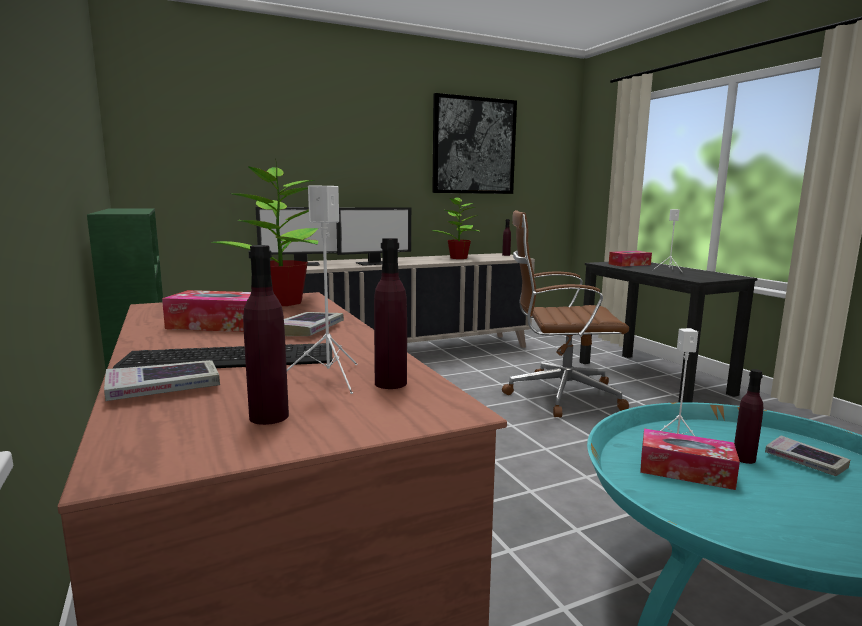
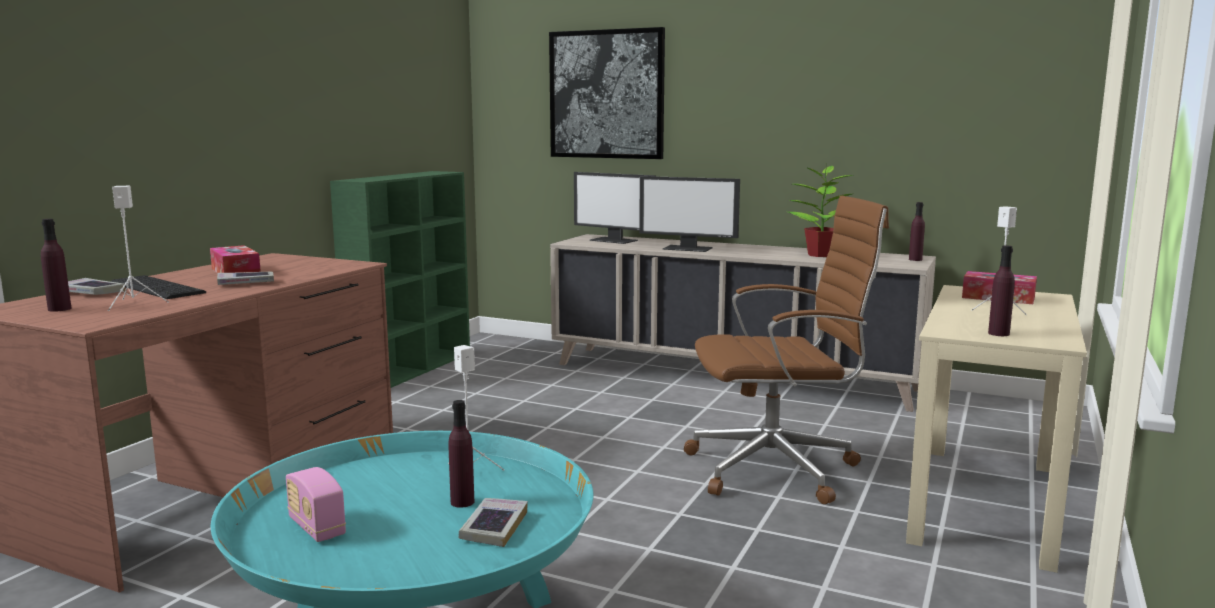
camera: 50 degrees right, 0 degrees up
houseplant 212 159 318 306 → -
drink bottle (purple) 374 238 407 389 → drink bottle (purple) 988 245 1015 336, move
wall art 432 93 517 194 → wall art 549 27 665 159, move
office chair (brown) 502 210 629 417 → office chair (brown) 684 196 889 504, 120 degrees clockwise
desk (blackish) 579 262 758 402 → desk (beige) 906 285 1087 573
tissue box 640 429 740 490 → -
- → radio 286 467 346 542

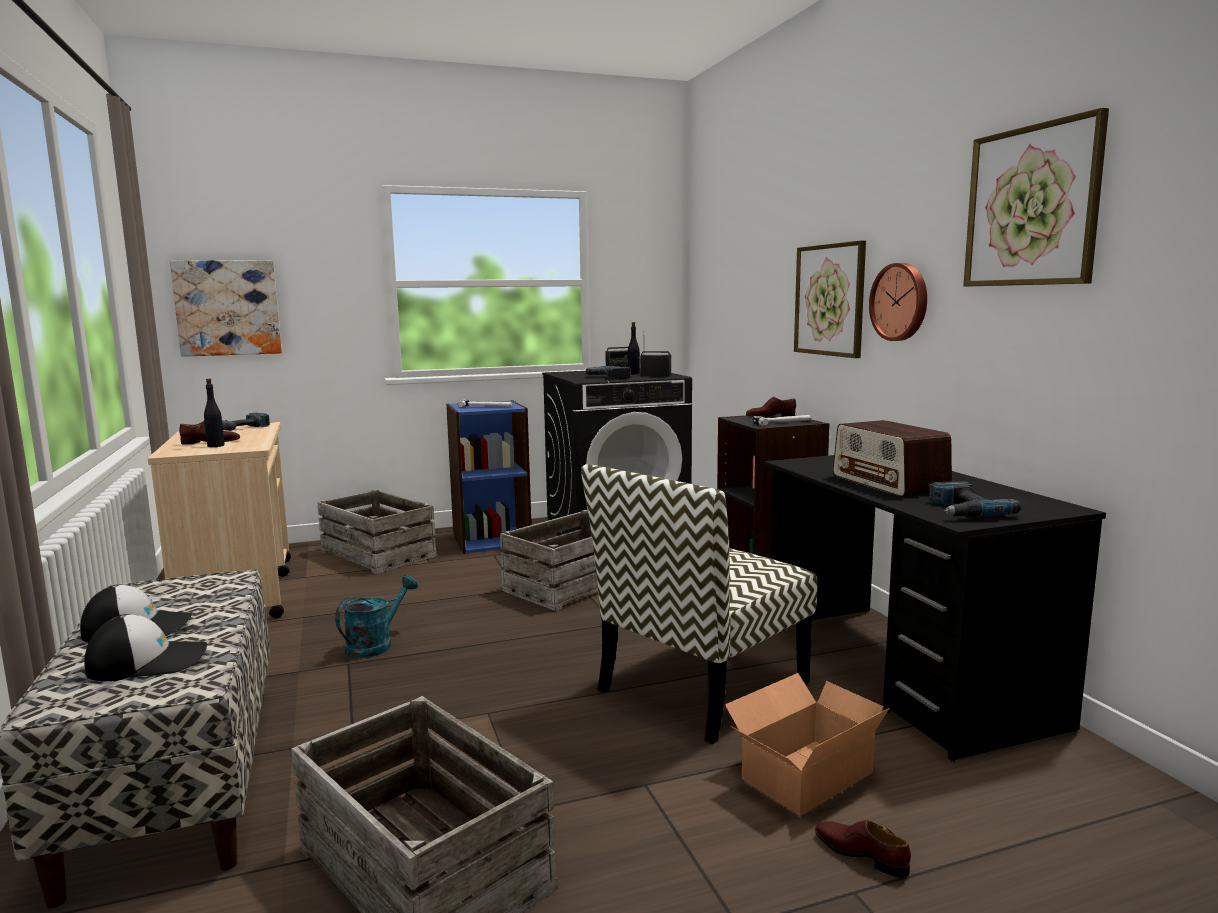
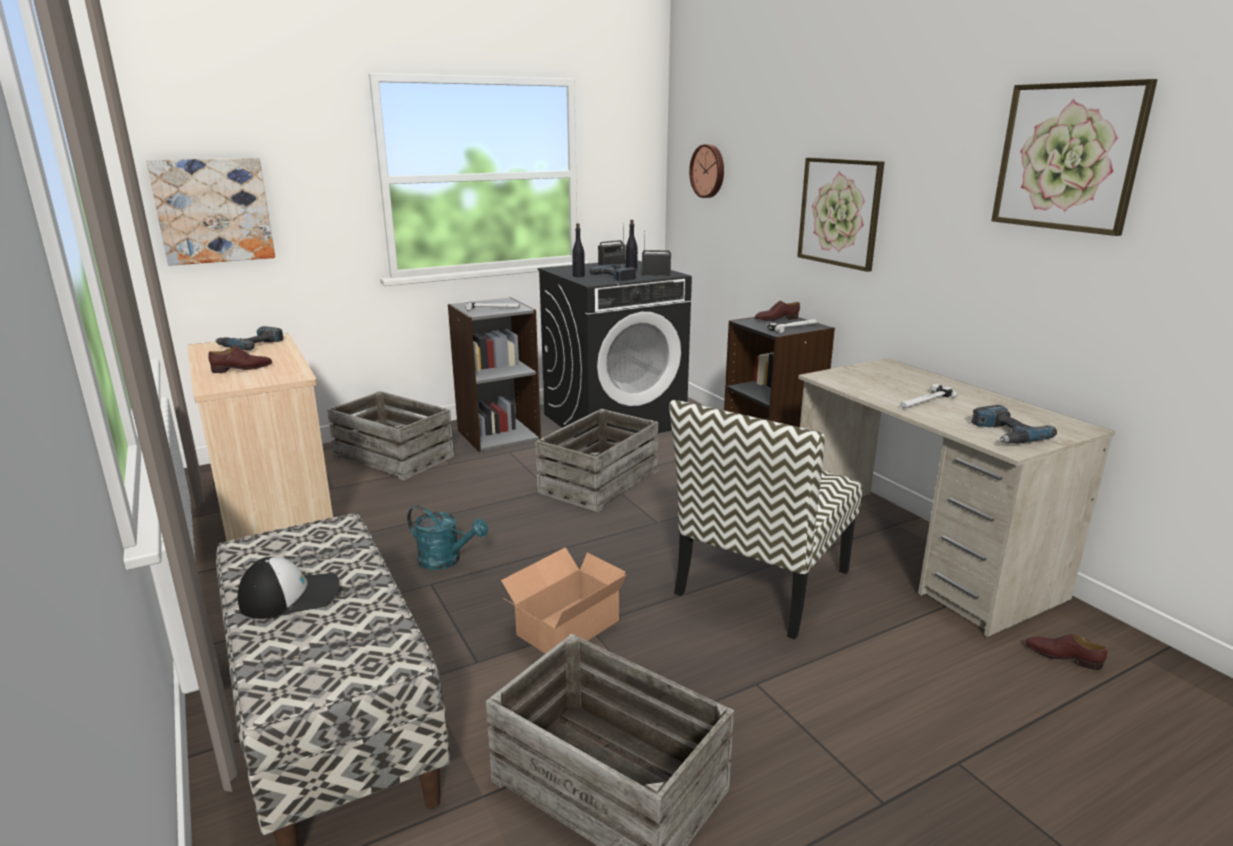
camera: 10 degrees left, 10 degrees up
peaked cap 84 614 207 681 → -
drink bottle (blackish) 204 379 225 447 → drink bottle (blackish) 572 223 585 277, move
sprinkling can (blue-green) 335 575 418 658 → sprinkling can (blue-green) 407 505 488 570, 90 degrees clockwise
shelving unit (blue) 446 400 532 554 → shelving unit (gray) 448 297 541 452
packing box 725 673 890 816 → packing box 501 547 627 654, move
desk (blackish) 764 455 1106 761 → desk (beige) 798 358 1115 637
shoe (brown) 815 820 911 878 → shoe (brown) 1025 634 1107 670, move
radio 833 420 952 497 → hammer 900 384 958 408
hanging clock 869 263 927 341 → hanging clock 689 144 724 198, move

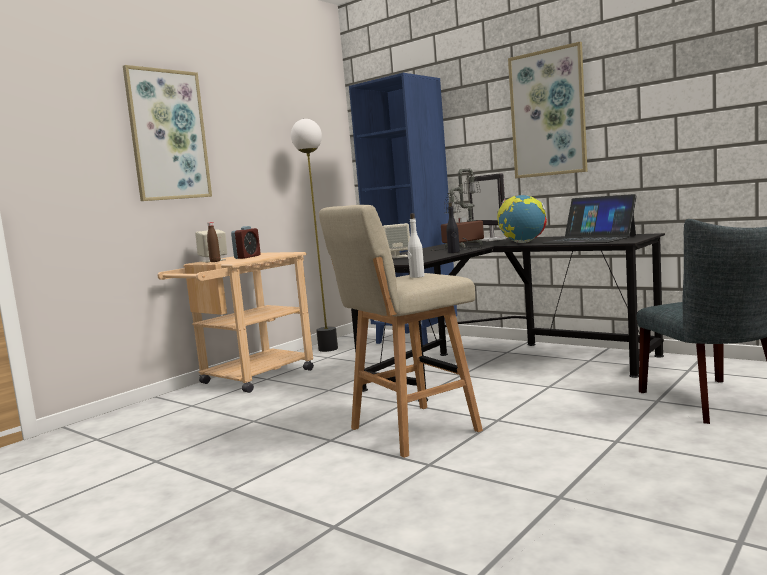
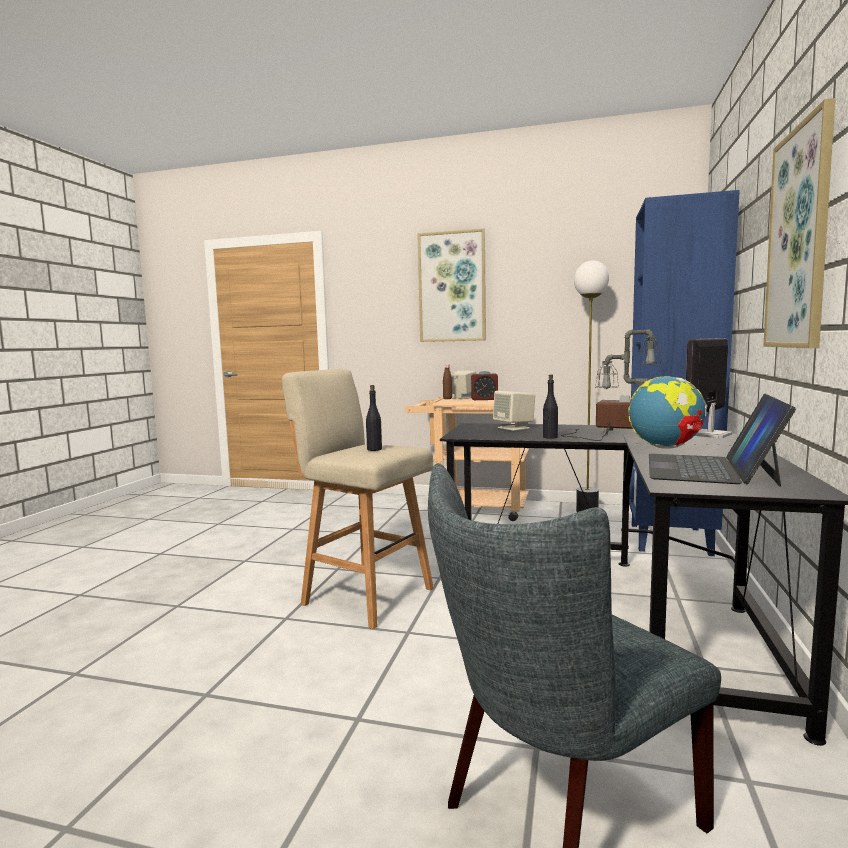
camera: 65 degrees right, 0 degrees up
drink bottle (whitish) 408 213 425 278 → drink bottle (blackish) 366 385 382 451

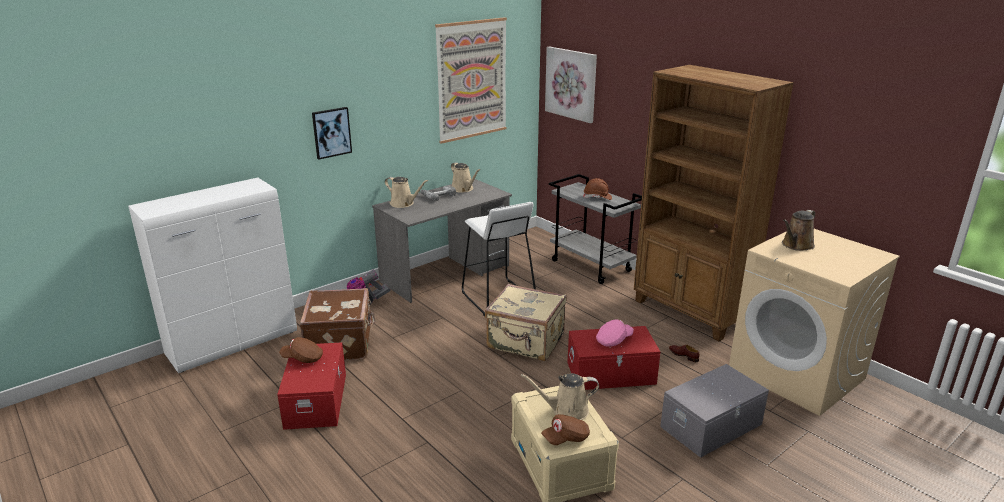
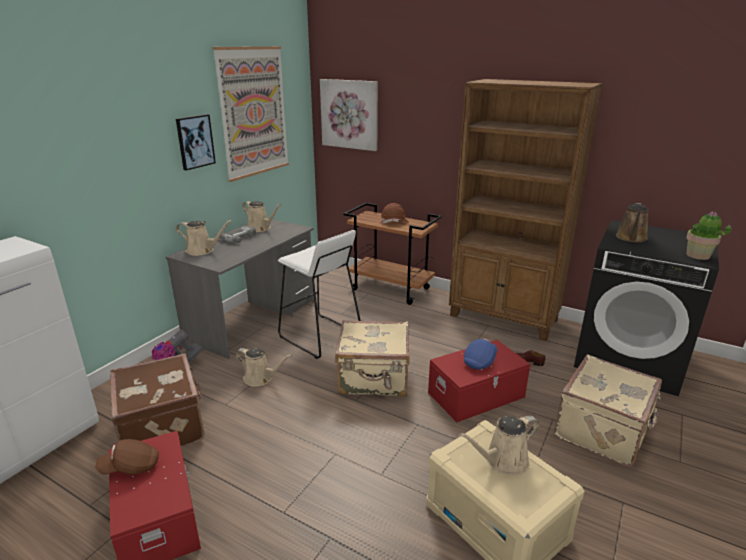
camera: 20 degrees left, 0 degrees up
wall art 312 107 352 160 → wall art 176 114 216 171, move
peaked cap (brown) 541 414 590 445 → -
wheeled cart (gray) 549 174 642 284 → wheeled cart (brown) 344 203 442 305
peaked cap (pink) 596 319 634 347 → peaked cap (blue) 464 339 497 369
storage container (gray) 660 364 769 458 → travel case (beige) 554 355 662 466
washing machine (beige) 729 229 900 416 → washing machine (blackish) 574 220 719 396
- → sprinkling can (beige) 235 348 292 387
- → houseplant 686 212 731 260

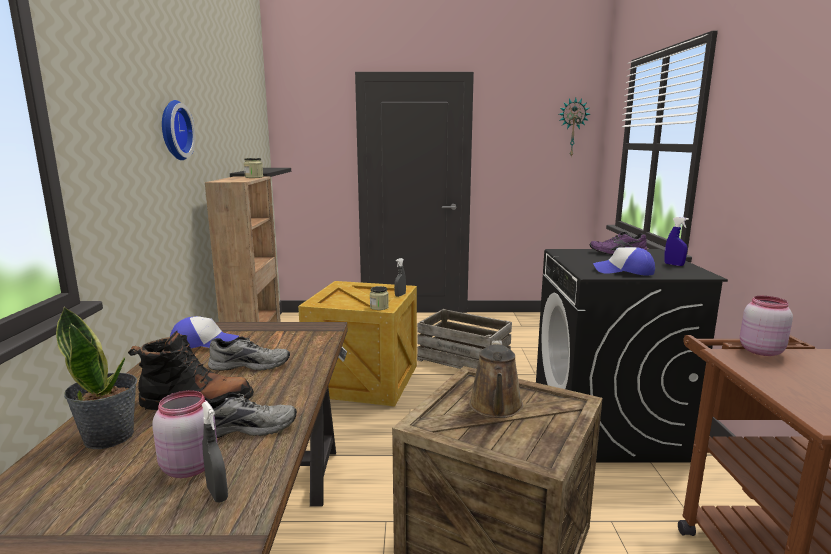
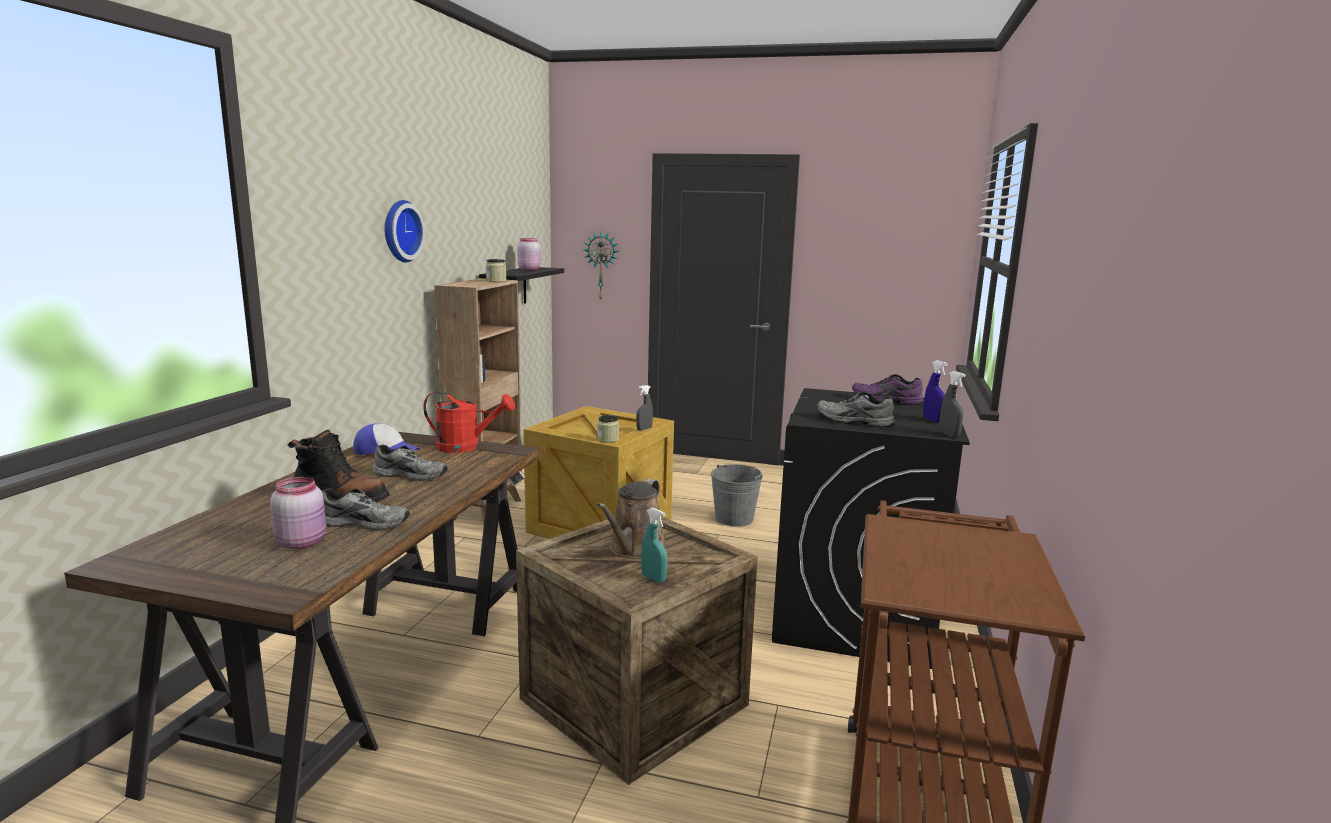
camera: 15 degrees right, 0 degrees up
houseplant 56 306 137 449 → -
sprayer (gray) 202 401 228 503 → sprayer (gray) 939 371 965 437, move
packing crate 417 309 512 369 → bucket (gray) 711 464 763 526
hanging clock 559 98 590 156 → hanging clock 584 231 619 300, move
peaked cap 593 247 655 276 → shoe (gray) 817 392 895 427
storage jar (pink) 740 296 793 356 → storage jar (pink) 517 238 541 270, move
- → sprinkling can (reddish) 423 391 515 453
- → sprayer (blue-green) 641 508 667 583

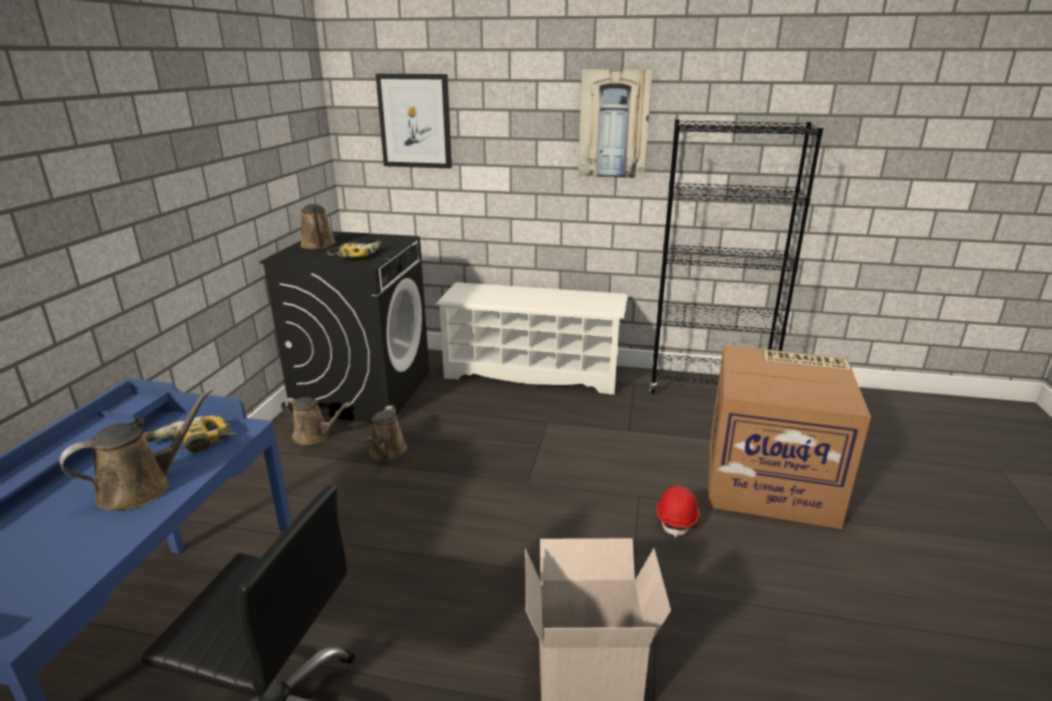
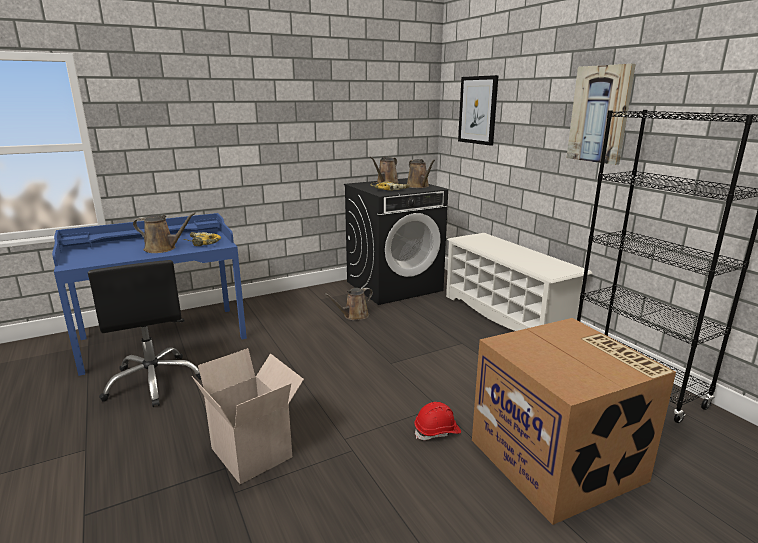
camera: 50 degrees right, 5 degrees down
sprinkling can (brown) 281 397 351 445 → sprinkling can (brown) 407 159 435 188, move

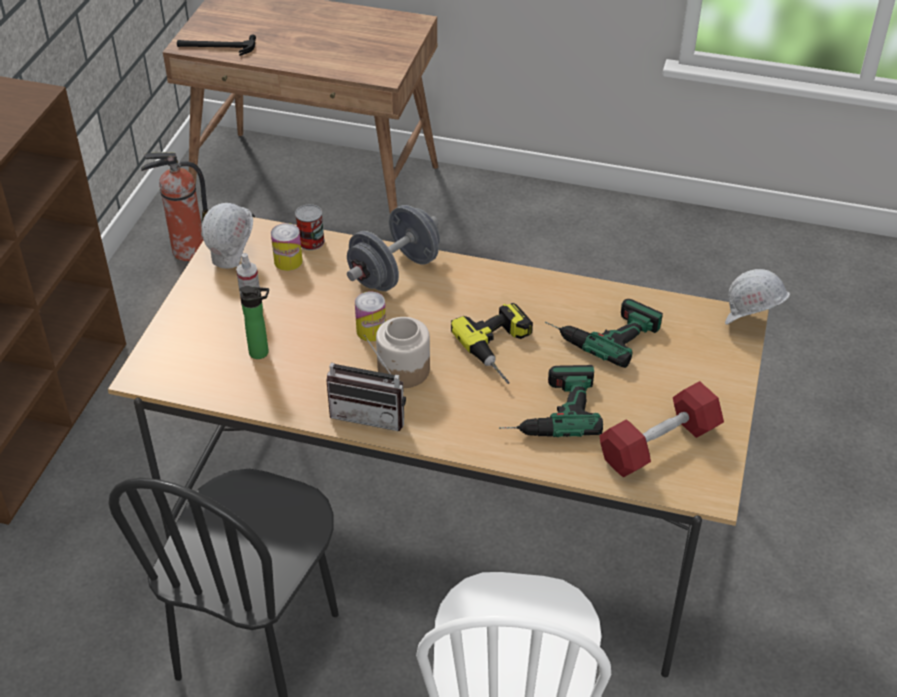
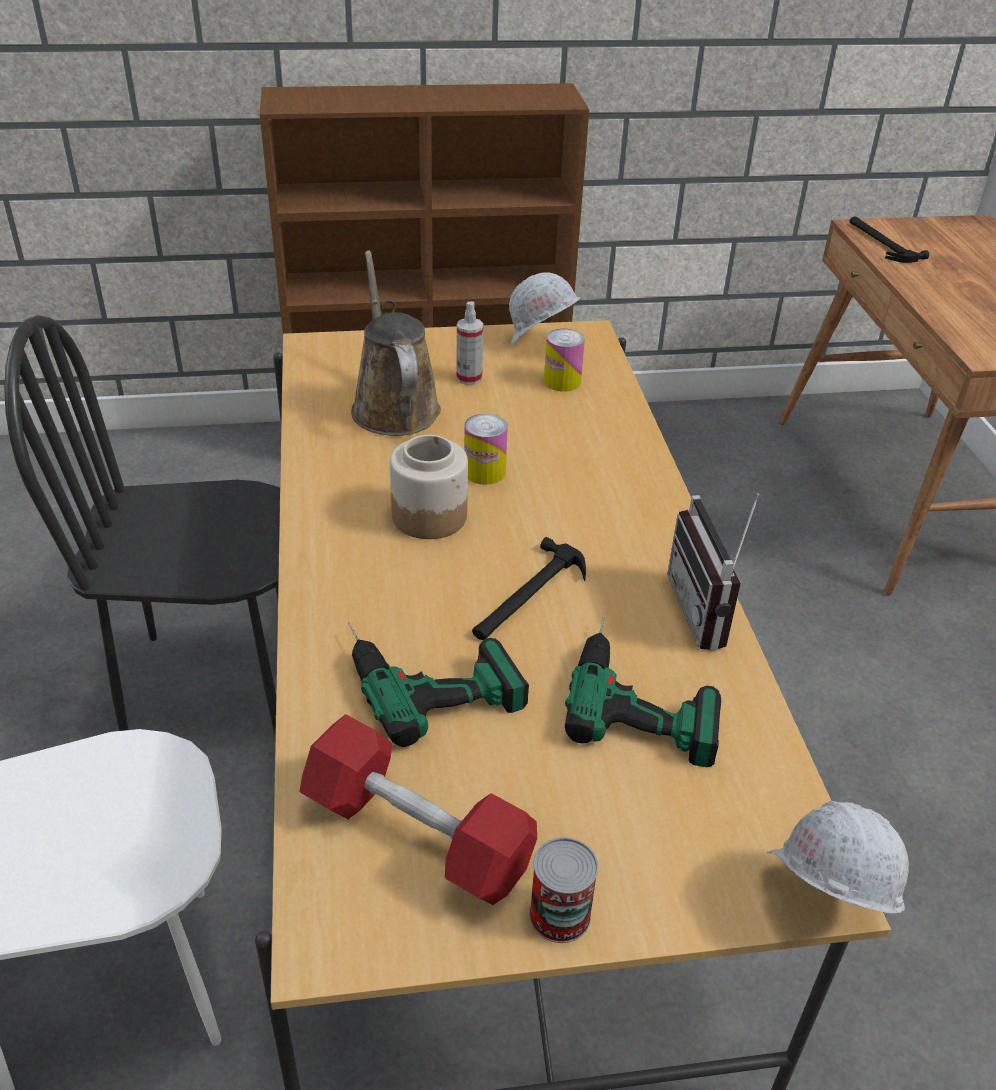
camera: 65 degrees right, 5 degrees down
fire-fighting cylinder 141 152 208 261 → -
drink bottle 239 286 269 359 → sprinkling can (brown) 351 250 441 436
metal can 295 204 325 250 → metal can 529 837 598 943, move
radio 326 335 406 431 → radio 667 493 759 651, move
hand weight (gray) 347 205 440 291 → -
drill 451 303 533 384 → hammer 472 537 586 640

